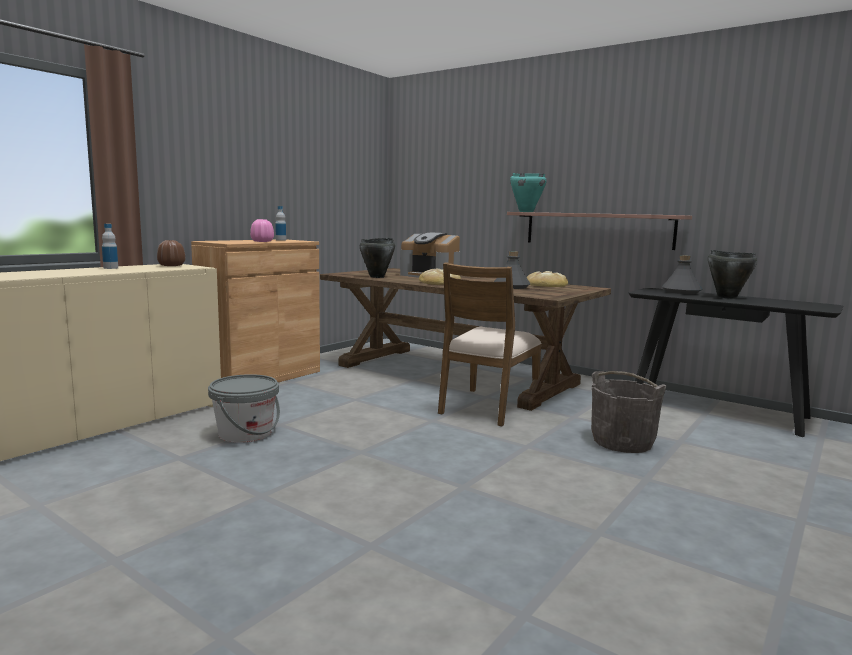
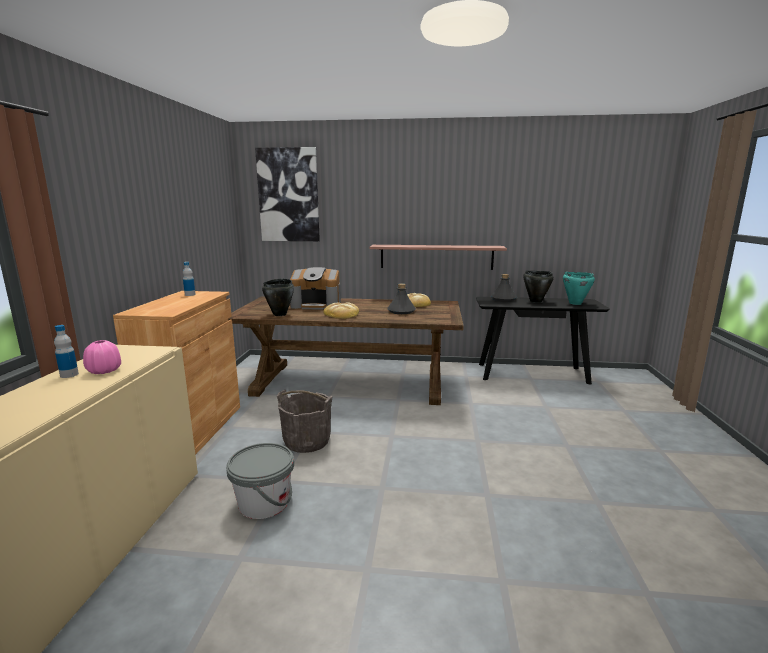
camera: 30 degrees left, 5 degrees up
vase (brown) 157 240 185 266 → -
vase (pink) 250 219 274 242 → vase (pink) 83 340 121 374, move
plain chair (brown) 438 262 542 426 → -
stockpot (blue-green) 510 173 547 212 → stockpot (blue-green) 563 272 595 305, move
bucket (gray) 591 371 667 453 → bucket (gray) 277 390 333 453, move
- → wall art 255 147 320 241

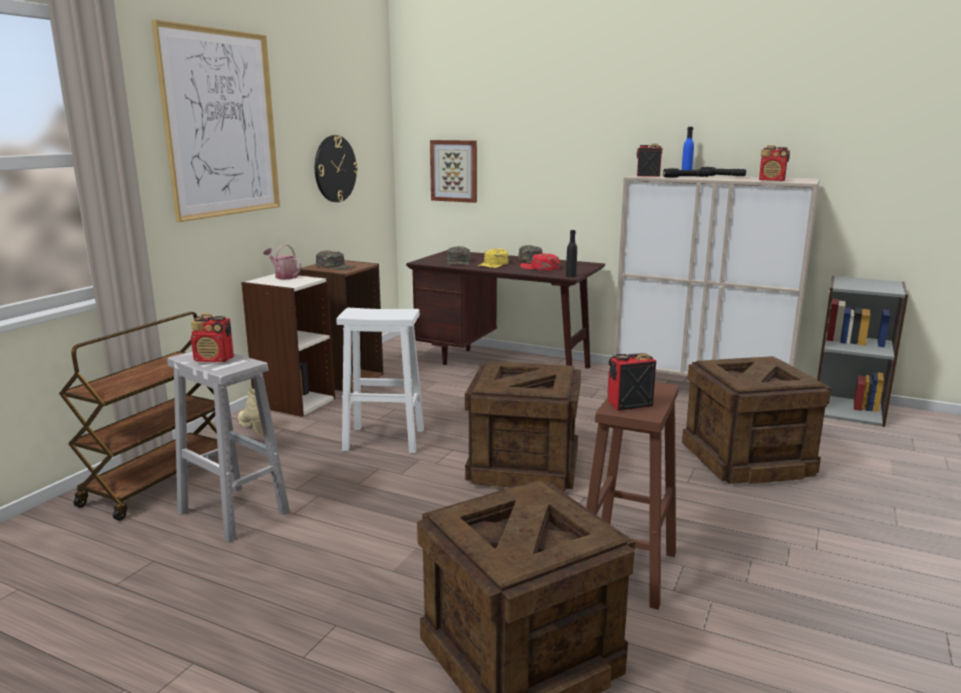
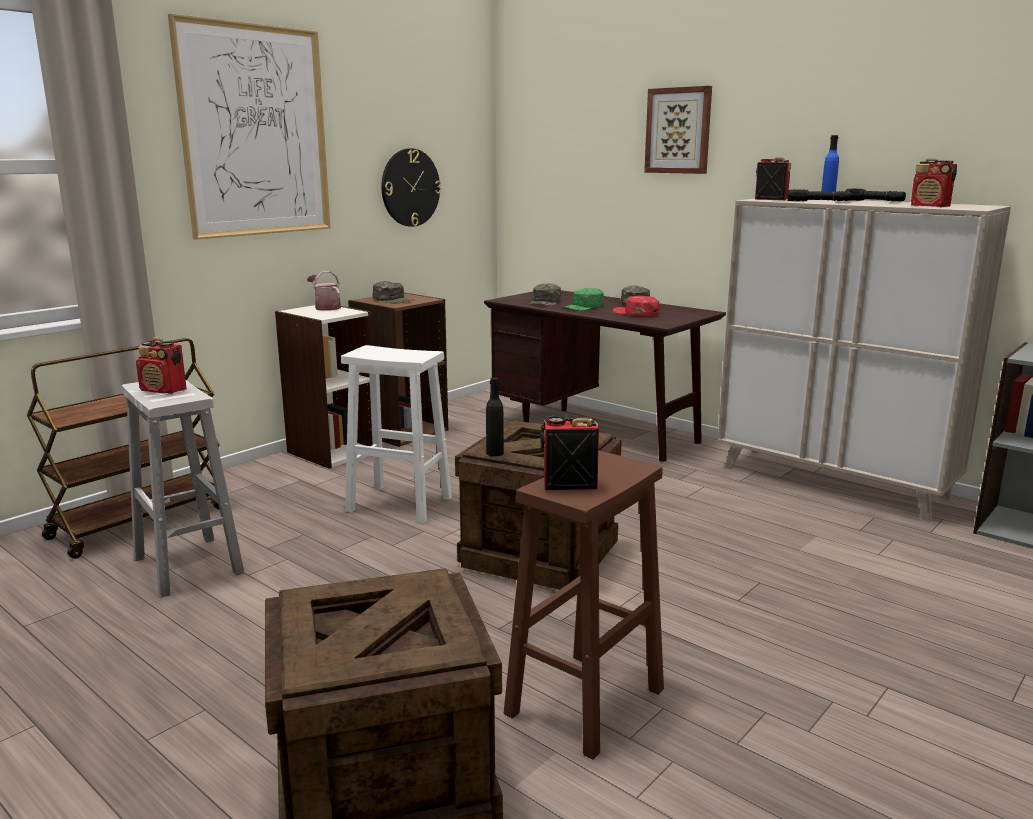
camera: 15 degrees right, 0 degrees up
boot (beige) 238 388 263 434 → -
wall art 430 140 477 203 → wall art 644 86 712 174, move
peaked cap (yellowish) 477 249 509 268 → peaked cap (green-coloured) 565 288 604 311
drink bottle (blackish) 566 230 577 278 → drink bottle (blackish) 486 378 504 457, move
packing crate 682 356 831 484 → -

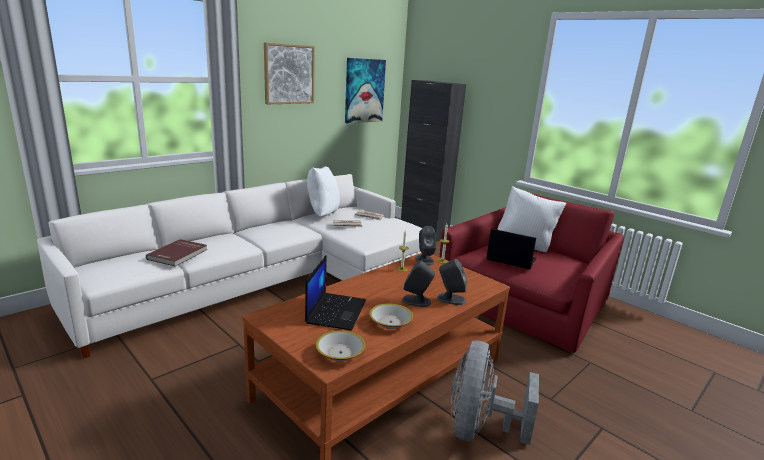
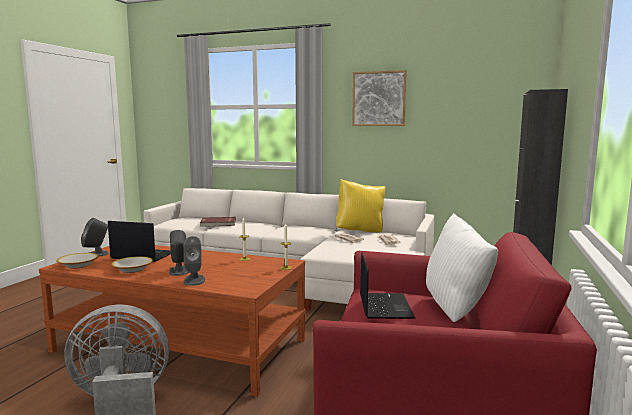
camera: 65 degrees right, 10 degrees down
portable computer 305 255 366 331 → portable computer 108 221 171 262, 150 degrees counterclockwise
throw pillow (whitish) 307 166 340 216 → throw pillow (yellowish) 336 179 386 232
wall art 345 58 386 123 → -
audio speaker (gray) 416 226 436 266 → audio speaker (gray) 81 218 109 256, move

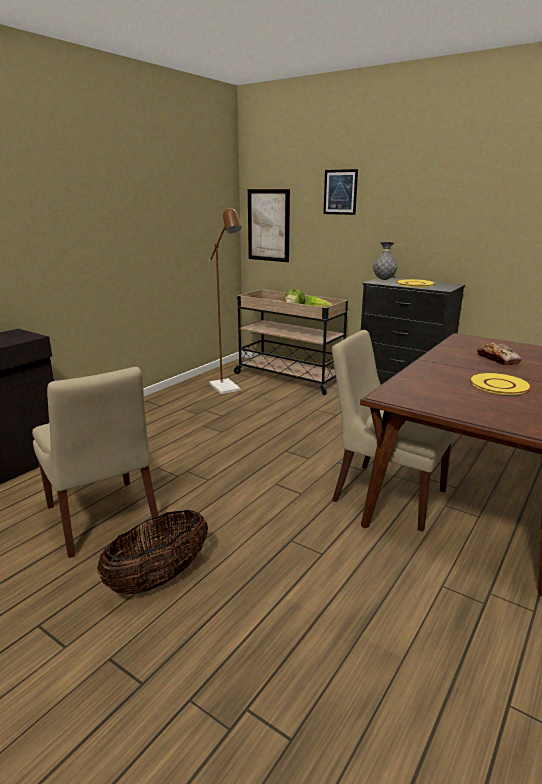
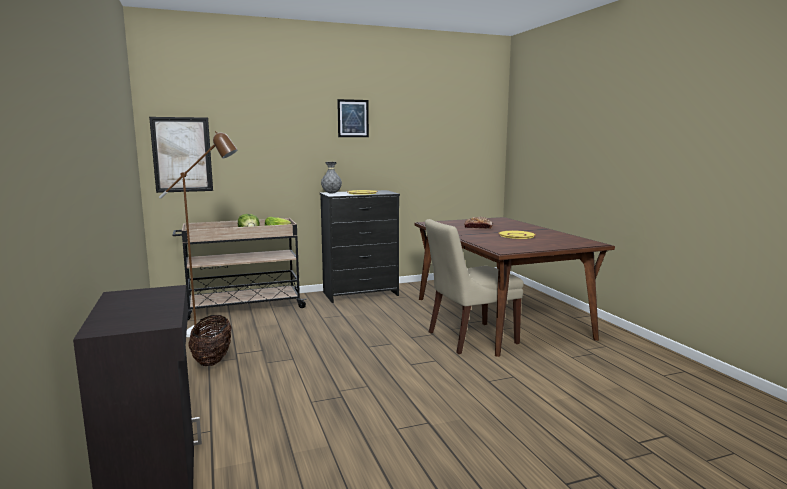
camera: 55 degrees left, 10 degrees down
plain chair (beige) 32 367 160 558 → -
basket 97 509 208 594 → basket 188 315 232 366, move
wall art 323 169 358 215 → wall art 337 99 369 137, move

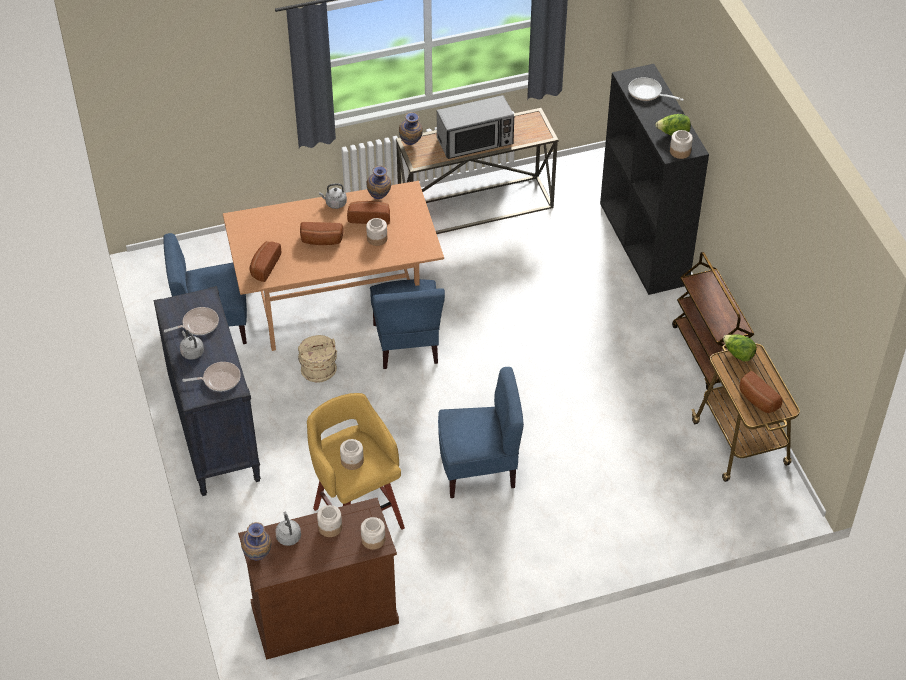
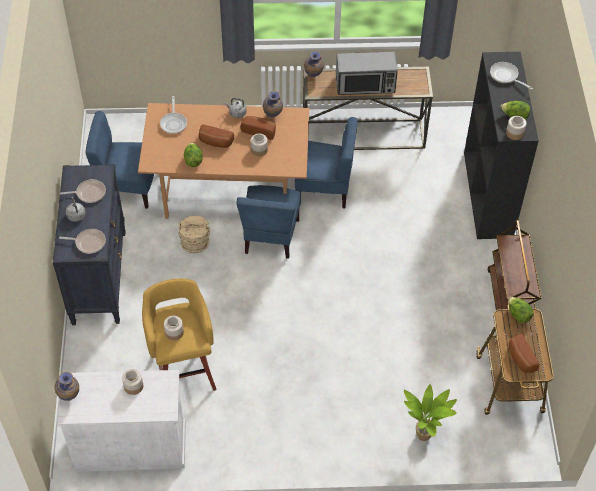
camera: 15 degrees right, 5 degrees up
storage cabinet (brown) 238 498 399 660 → storage cabinet (whitish) 57 370 186 472
bakery bread 250 241 281 282 → -
water kettle (gray) 275 511 301 546 → -
storage jar 361 517 385 550 → -
plain chair (blue) 438 367 524 498 → plain chair (blue) 295 117 358 208, move
- → frying pan 160 96 187 134
- → lettuce head 184 142 203 167
- → houseplant 404 384 457 441

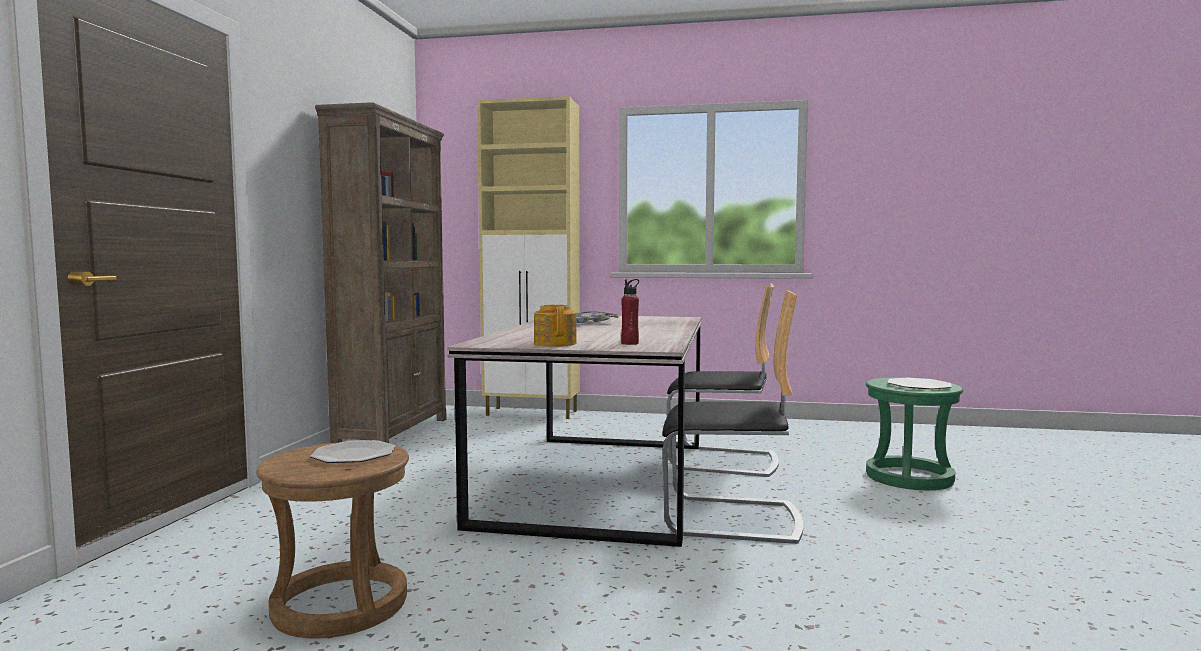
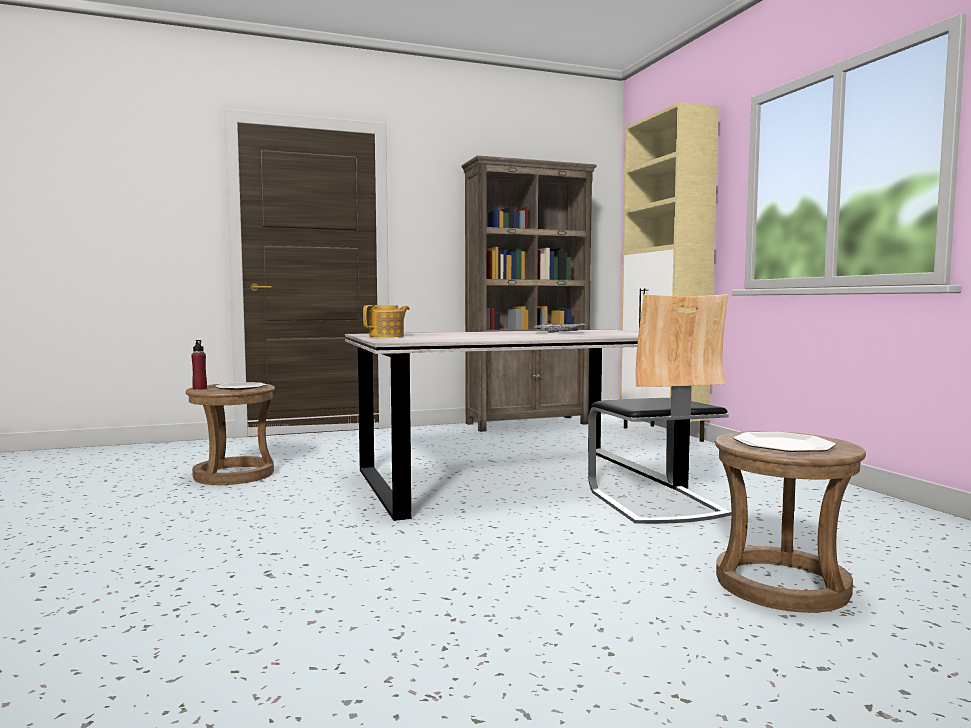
camera: 60 degrees right, 0 degrees up
drink bottle (reddish) 621 279 639 345 → drink bottle (reddish) 191 340 207 390, move
plain chair 662 290 803 544 → -
sitting stool (green-coloured) 866 378 963 490 → sitting stool (brown) 715 431 866 613

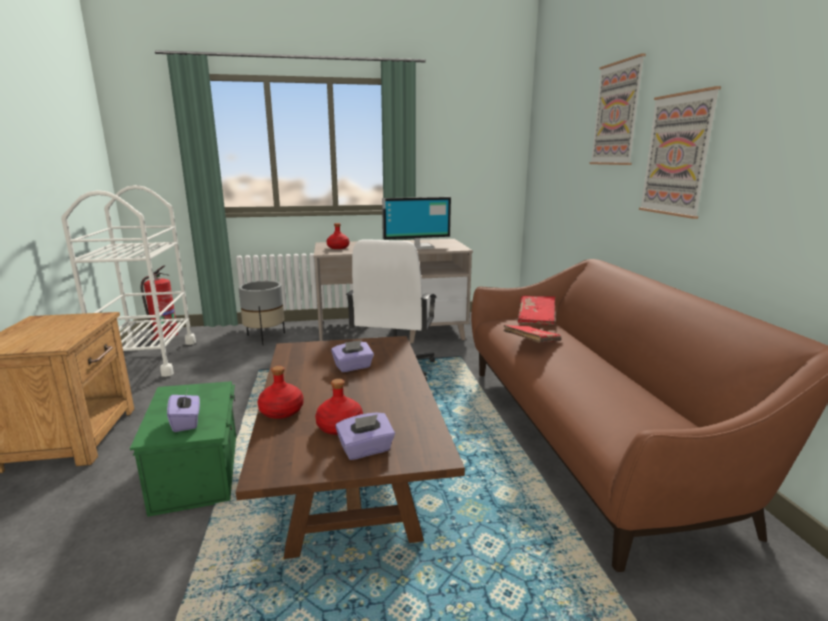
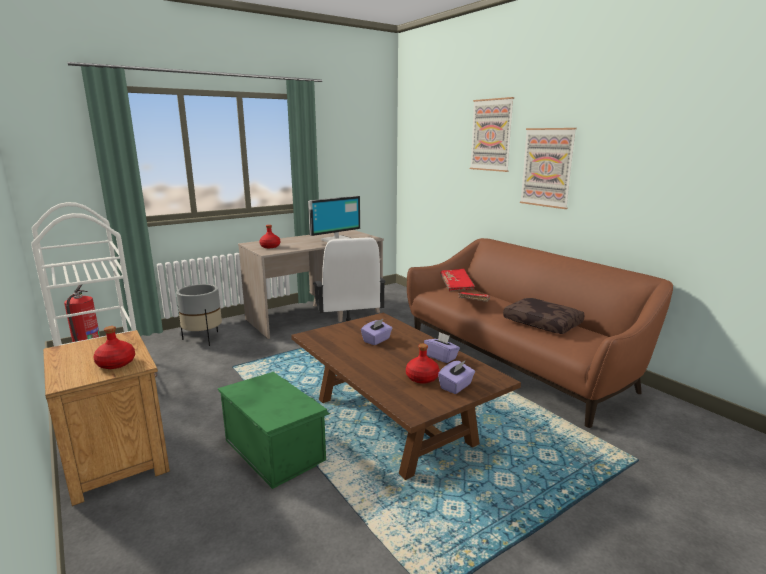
camera: 25 degrees left, 0 degrees up
tissue box (purple) 167 389 200 432 → tissue box (purple) 424 332 460 363, move
drink bottle (reddish) 257 366 303 419 → drink bottle (reddish) 93 326 135 369, move
- → throw pillow (brown) 503 298 585 334

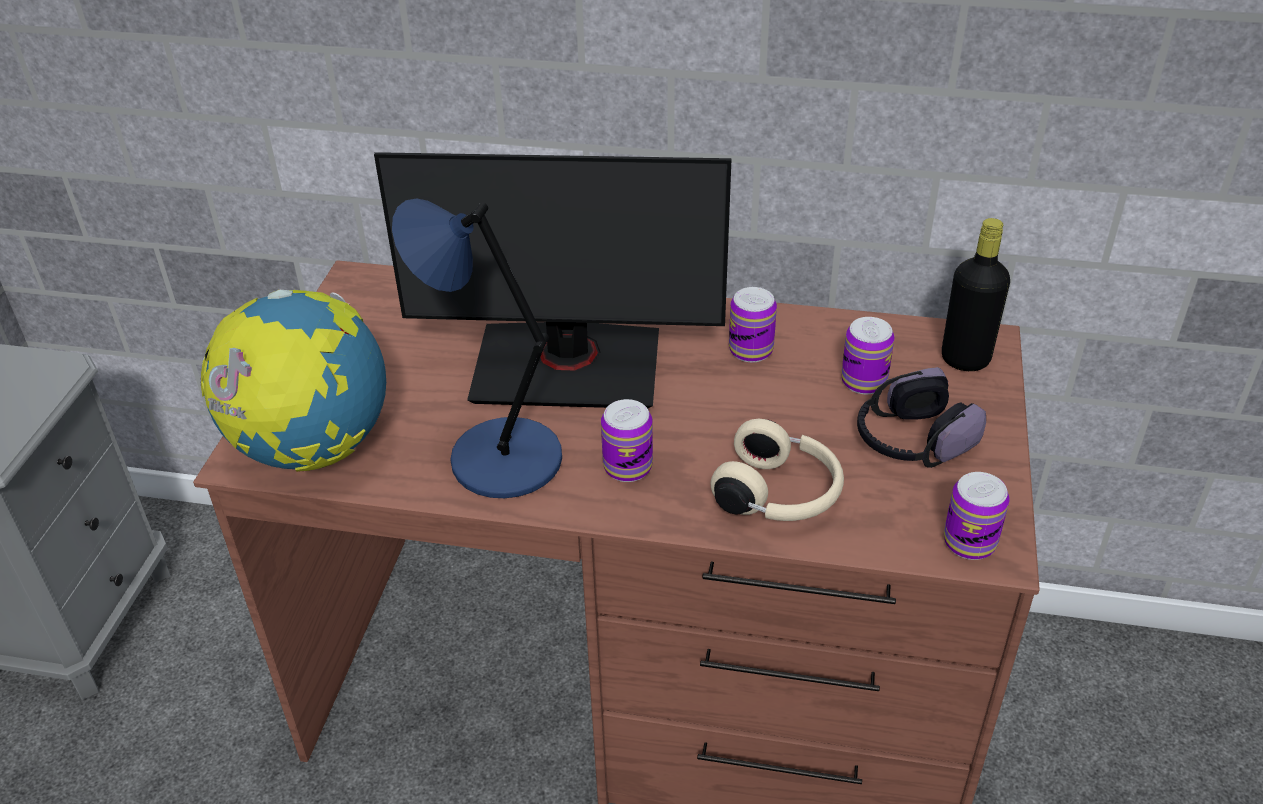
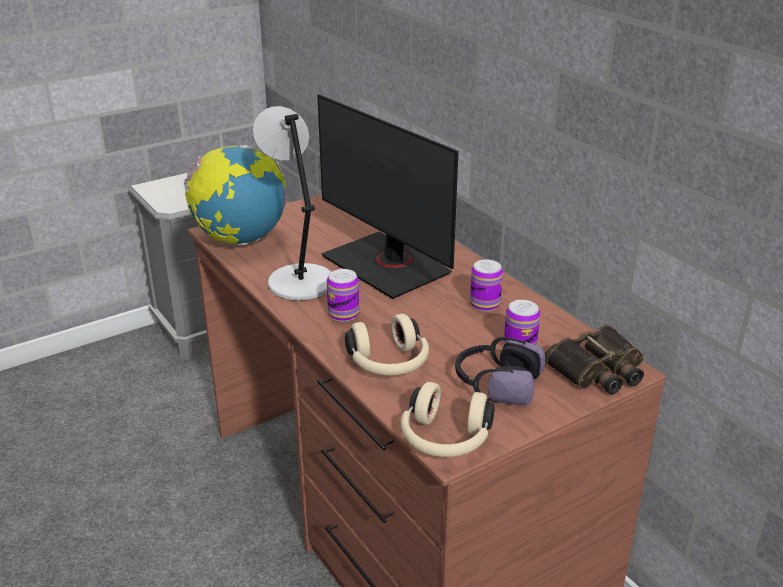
camera: 45 degrees right, 10 degrees down
tabletop lamp (blue) 392 198 562 498 → tabletop lamp (gray) 253 106 331 301
drink bottle (blackish) 942 218 1010 371 → pair of binoculars 545 325 644 395
metal can 944 472 1009 560 → headset (beige) 401 382 495 457

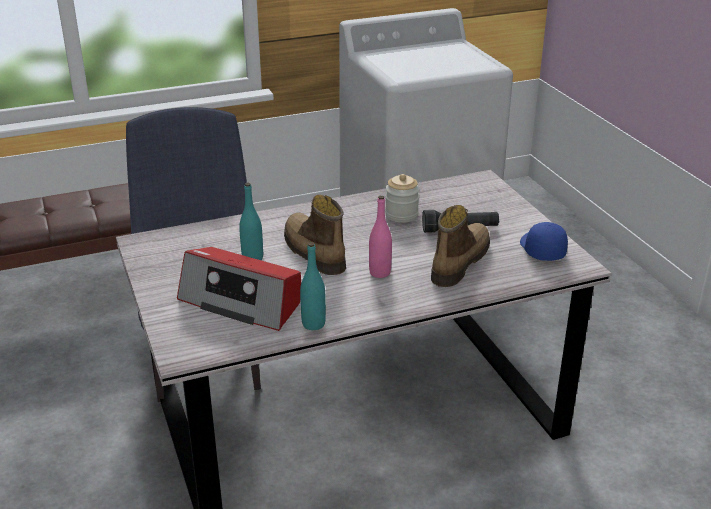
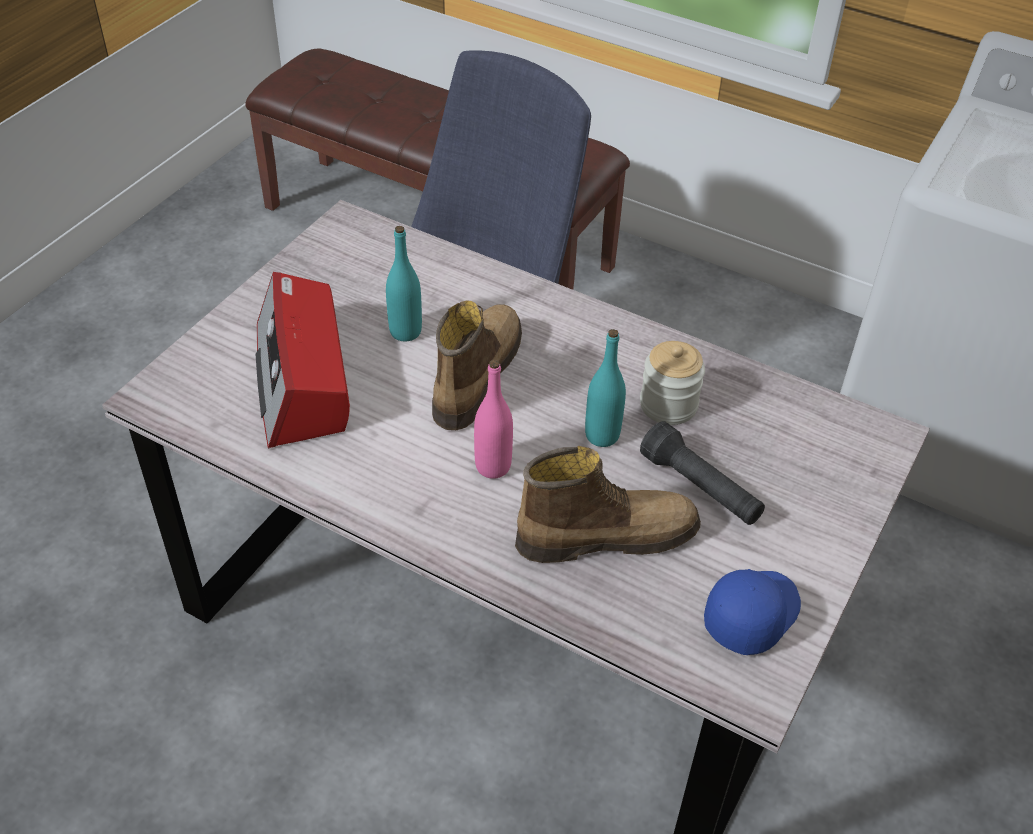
camera: 50 degrees right, 15 degrees up
drink bottle (blue-green) 300 242 326 330 → drink bottle (blue-green) 585 329 626 447, move

